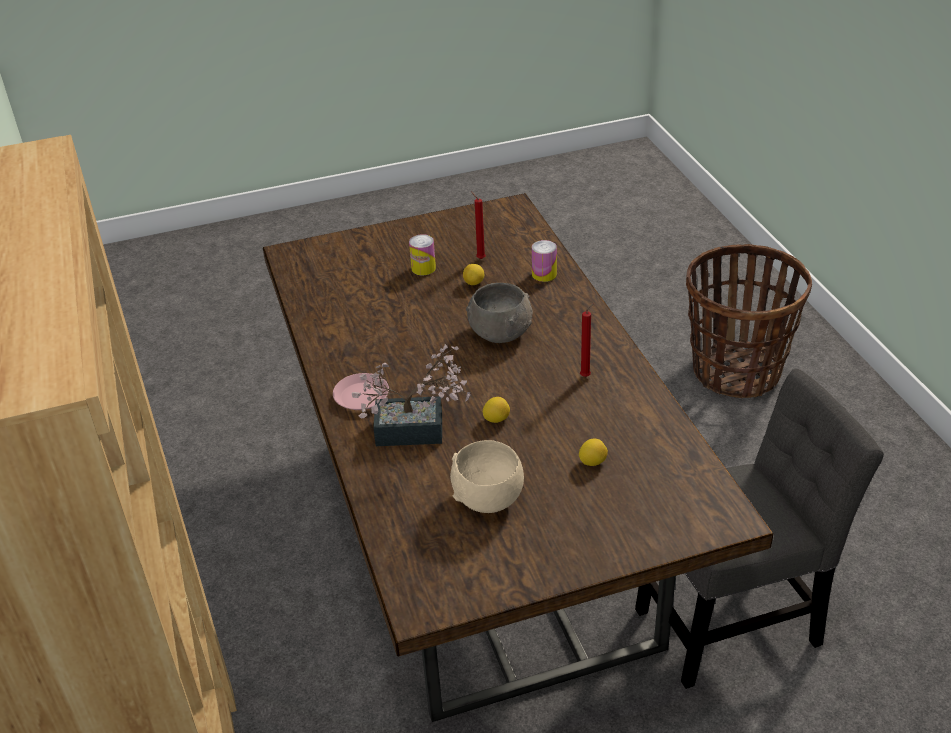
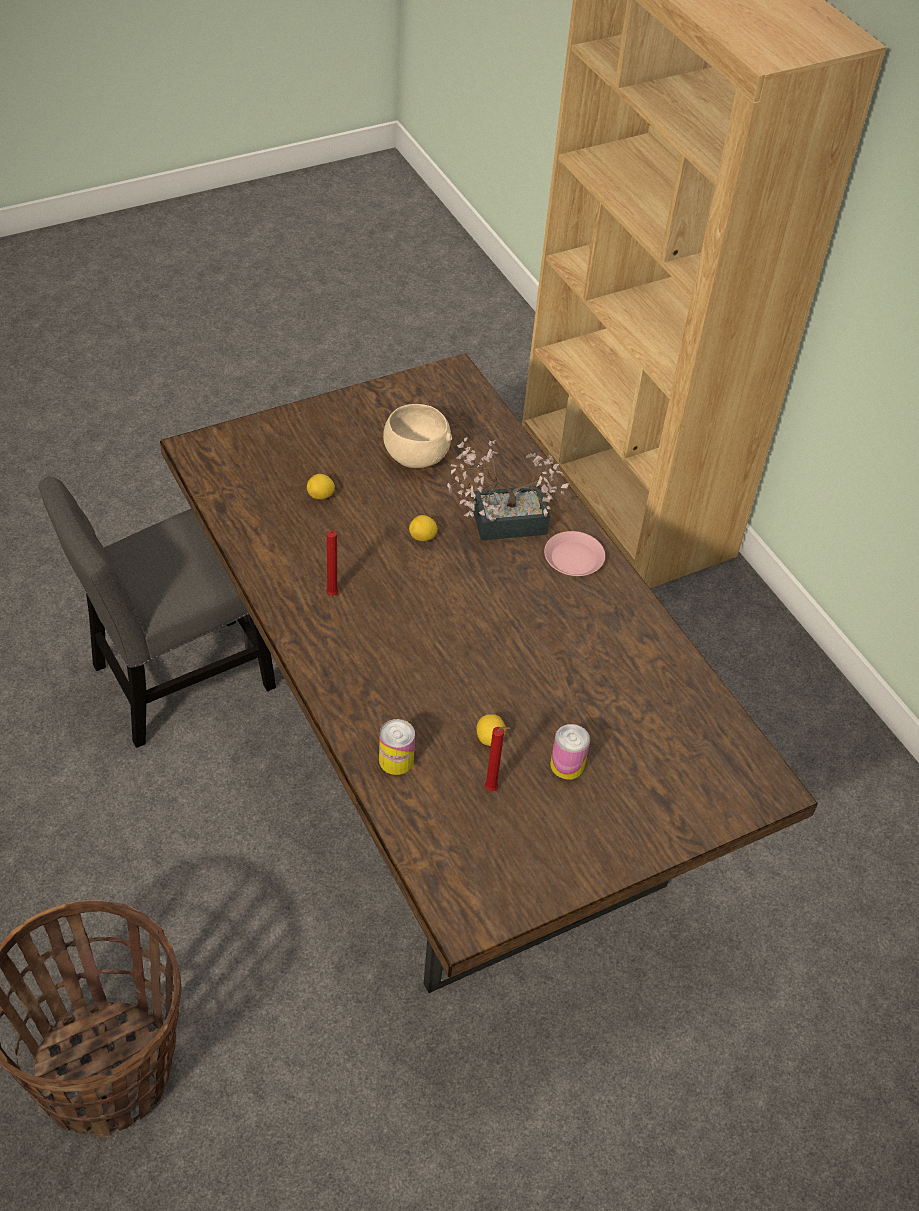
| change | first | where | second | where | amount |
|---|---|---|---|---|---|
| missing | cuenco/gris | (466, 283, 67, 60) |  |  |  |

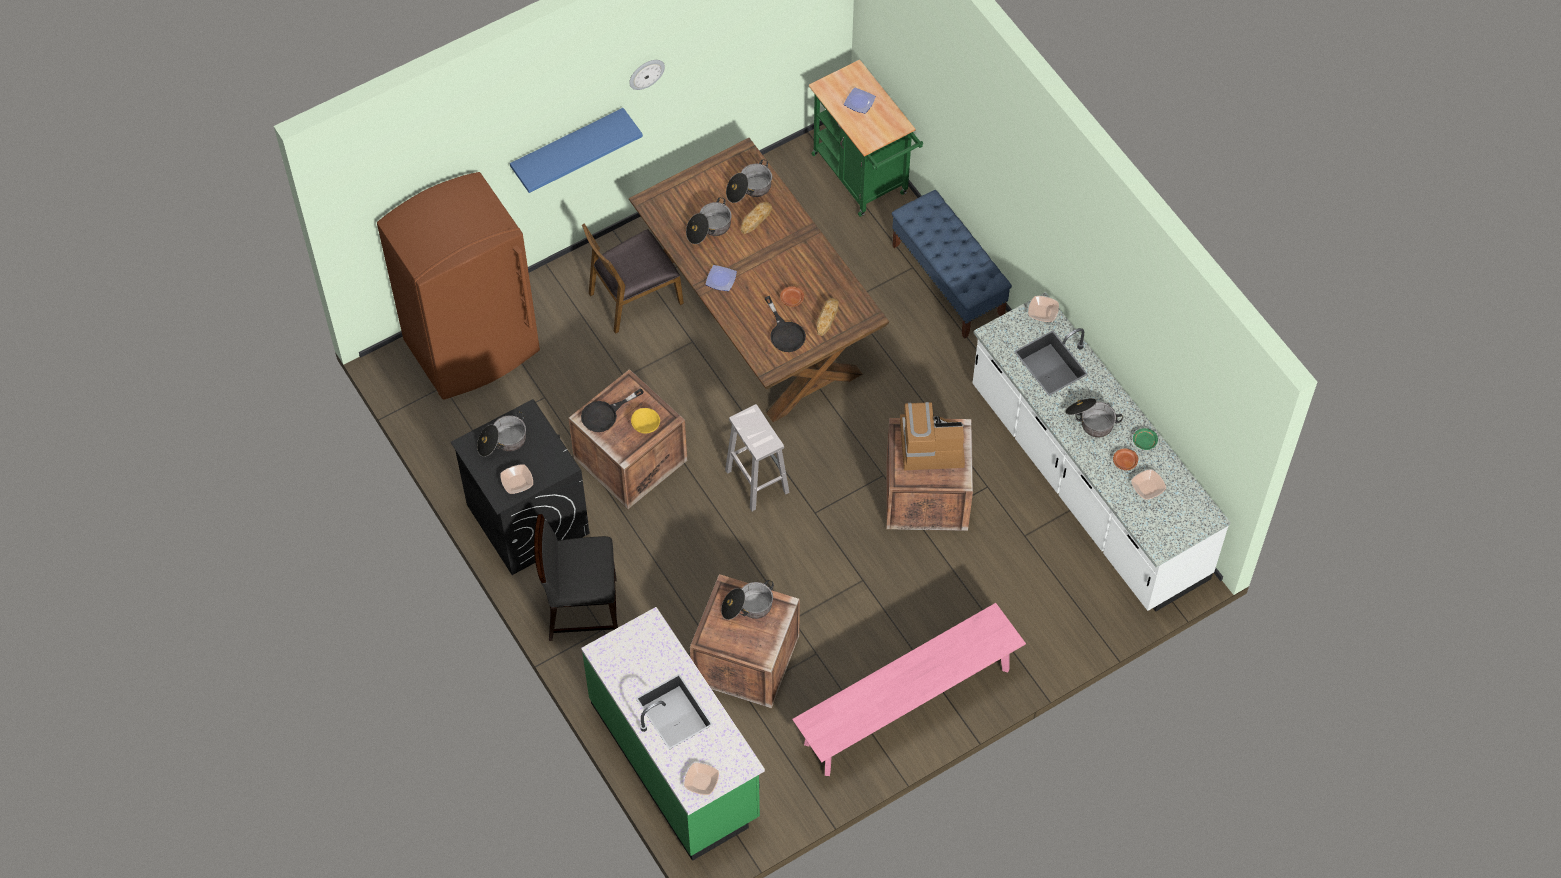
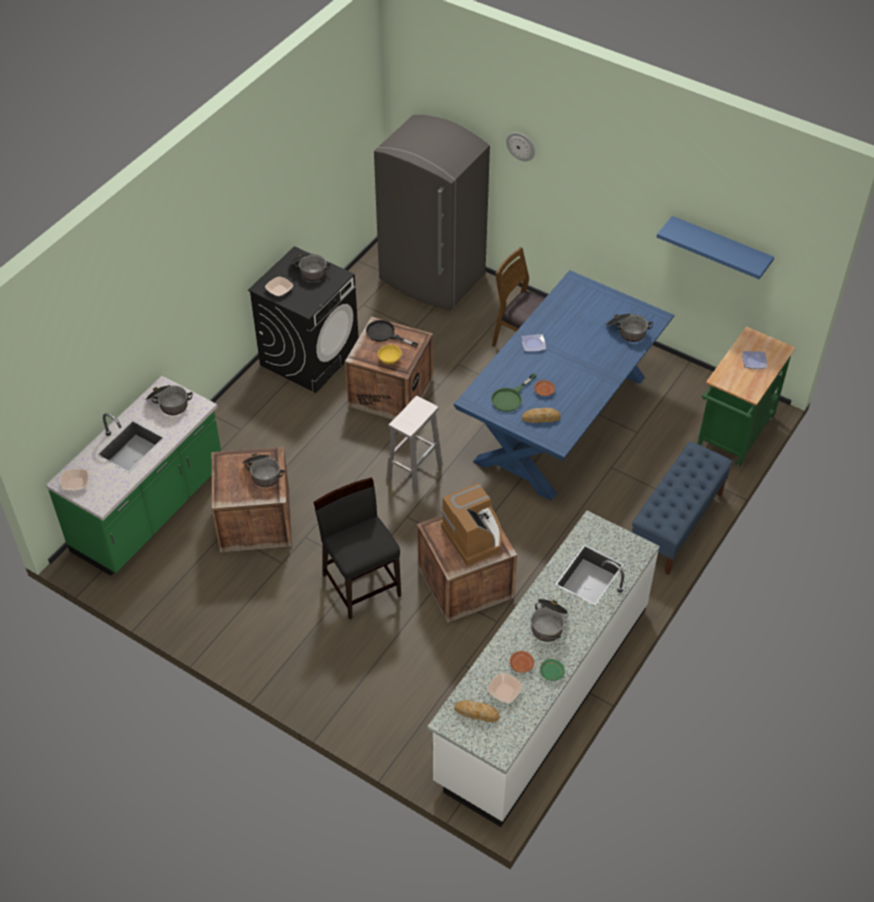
| change | first | where | second | where | amount |
|---|---|---|---|---|---|
| relocated | olla | (686, 197, 45, 47) |  | (145, 385, 48, 30) |  |
| relocated | silla/negro | (534, 514, 84, 127) |  | (314, 477, 87, 142) |  |
| colour | nevera/marrón | (377, 172, 163, 228) | nevera/gris | (374, 115, 116, 196) |  |
| colour | mesa de comedor/marrón | (629, 138, 260, 284) | mesa de comedor/azul | (454, 270, 220, 231) |  |
| relocated | pan | (741, 202, 31, 32) |  | (454, 700, 46, 22) |  |
| colour | sartén/negro | (765, 296, 41, 56) | sartén/verde | (491, 373, 46, 39) |  |
| relocated | reloj de pared | (629, 60, 36, 30) |  | (506, 132, 29, 29) |  |
| relocated | estante/azul | (510, 108, 133, 85) |  | (657, 216, 117, 63) |  |
| missing | banco/rosa | (792, 603, 234, 173) |  |  |  |
| missing | cuenco | (1028, 296, 31, 26) |  |  |  |

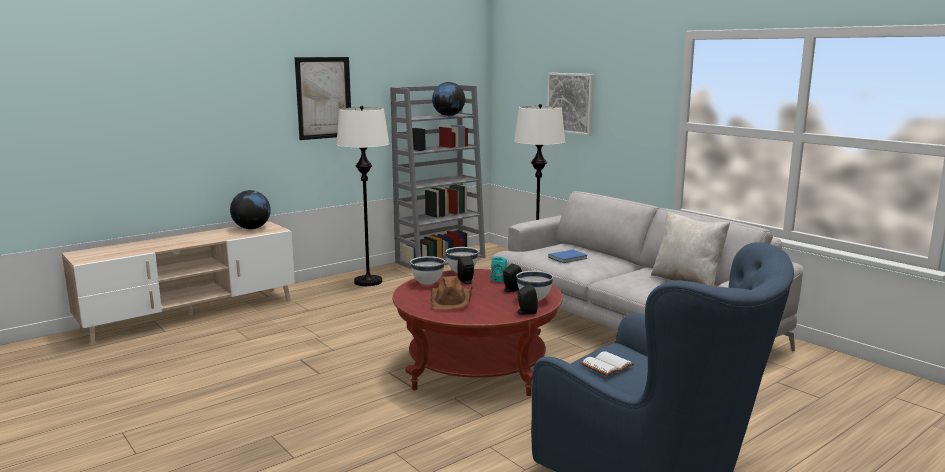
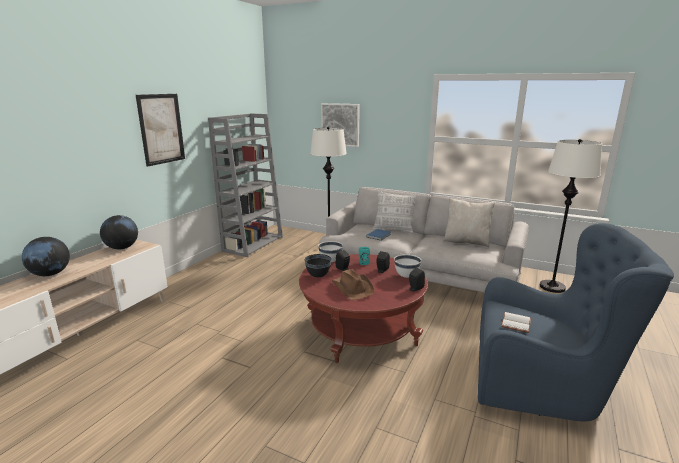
| change | first | where | second | where | amount |
|---|---|---|---|---|---|
| relocated | globo terráqueo | (432, 82, 33, 34) |  | (22, 237, 48, 39) |  |
| colour | cuenco/blanco | (410, 256, 35, 29) | cuenco/negro | (305, 254, 26, 23) |  |
| appeared |  |  | cojín | (373, 191, 44, 43) |  |
| relocated | lámpara de pie/blanco | (336, 106, 54, 180) |  | (540, 139, 62, 154) |  |

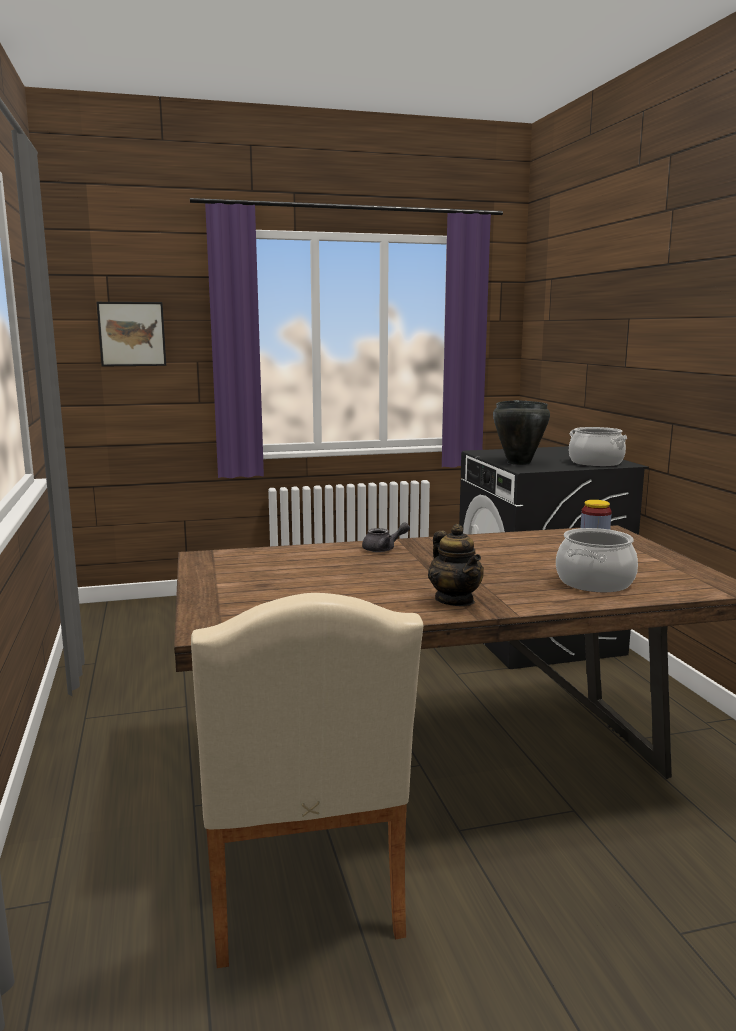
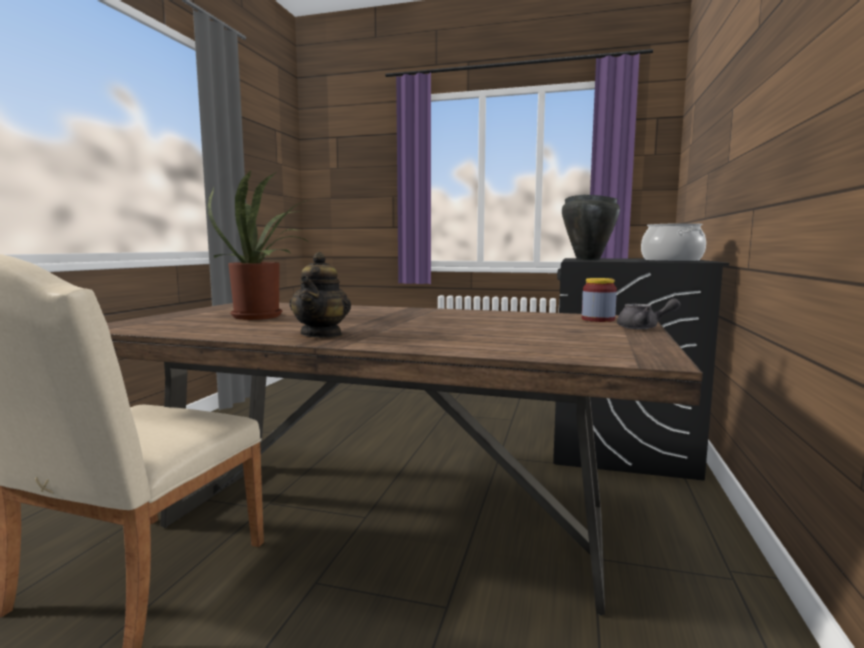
| change | first | where | second | where | amount |
|---|---|---|---|---|---|
| appeared |  |  | planta en maceta | (207, 170, 101, 150) |  |
| relocated | tetera/gris | (362, 522, 48, 30) |  | (617, 298, 64, 31) |  |
| missing | cuadro | (97, 302, 69, 65) |  |  |  |
| missing | olla | (556, 528, 82, 64) |  |  |  |

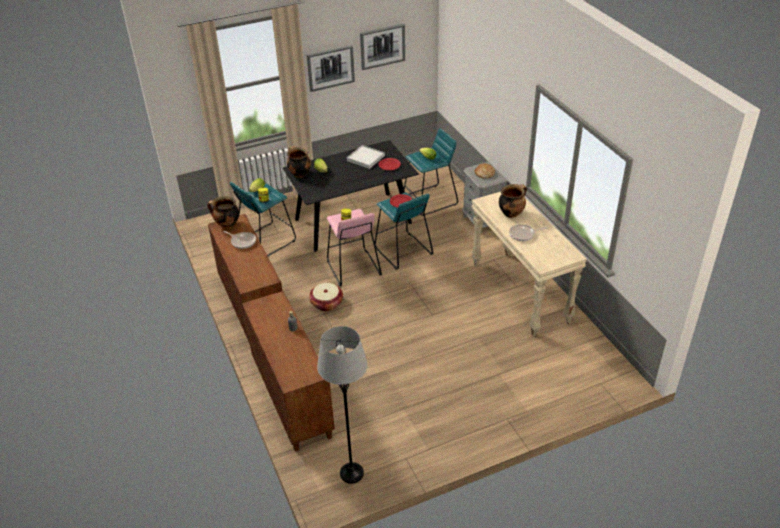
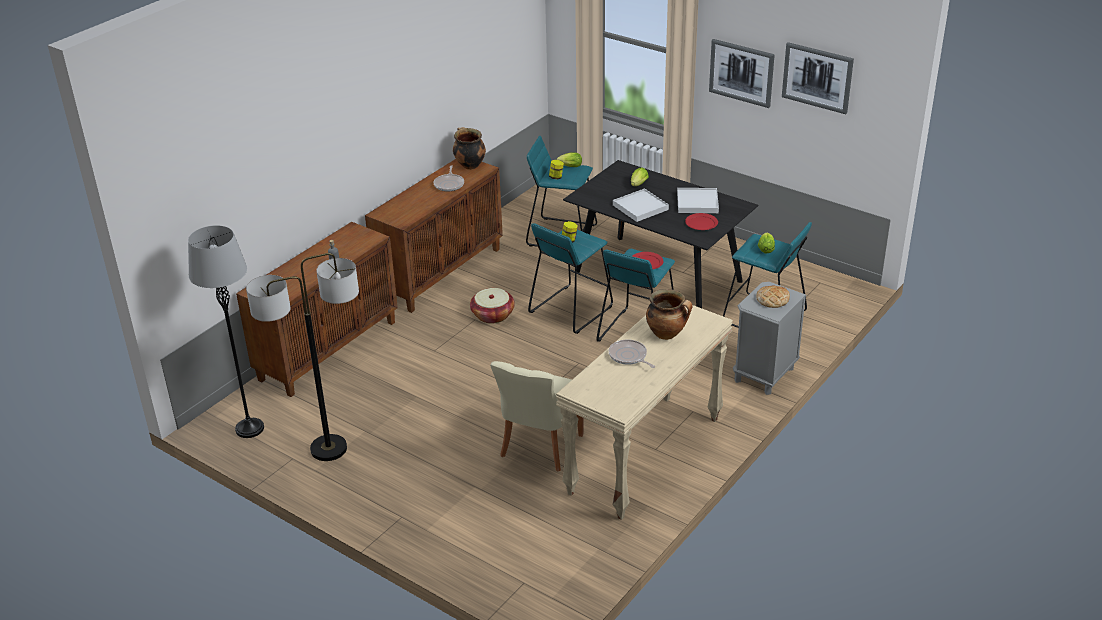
| change | first | where | second | where | amount |
|---|---|---|---|---|---|
| appeared |  |  | lámpara de pie | (246, 253, 113, 208) |  |
| appeared |  |  | silla/beis | (490, 361, 94, 111) |  |
| colour | taburete/rosa | (327, 209, 55, 77) | taburete/turquesa | (528, 223, 85, 111) |  |
| appeared |  |  | bandeja/blanco | (613, 188, 56, 34) |  |
| missing | olla | (287, 146, 24, 32) |  |  |  |

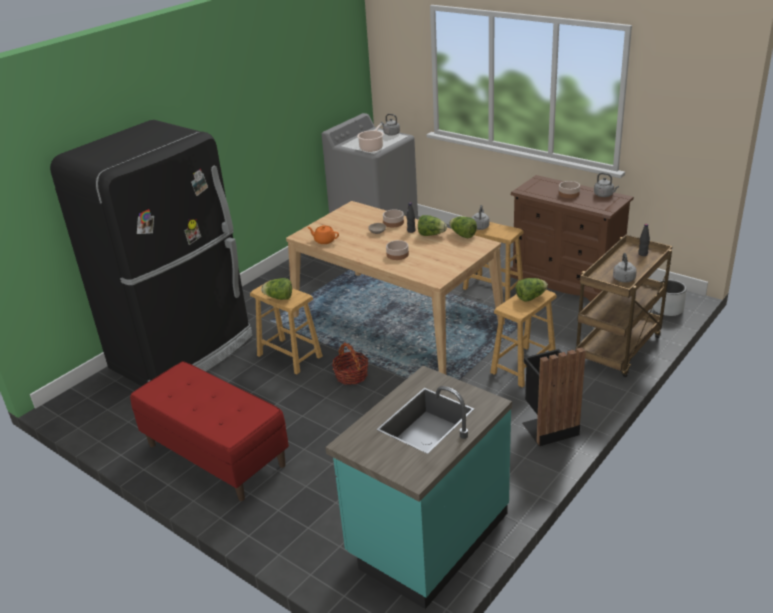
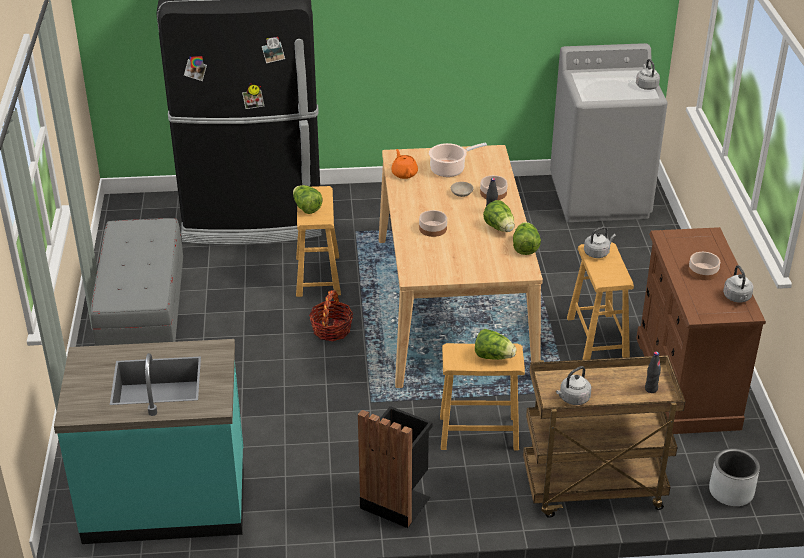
| change | first | where | second | where | amount |
|---|---|---|---|---|---|
| colour | banco/rojo | (130, 361, 159, 140) | banco/gris | (91, 218, 92, 128) |  |
| relocated | olla | (357, 124, 27, 28) |  | (429, 143, 58, 34) |  |

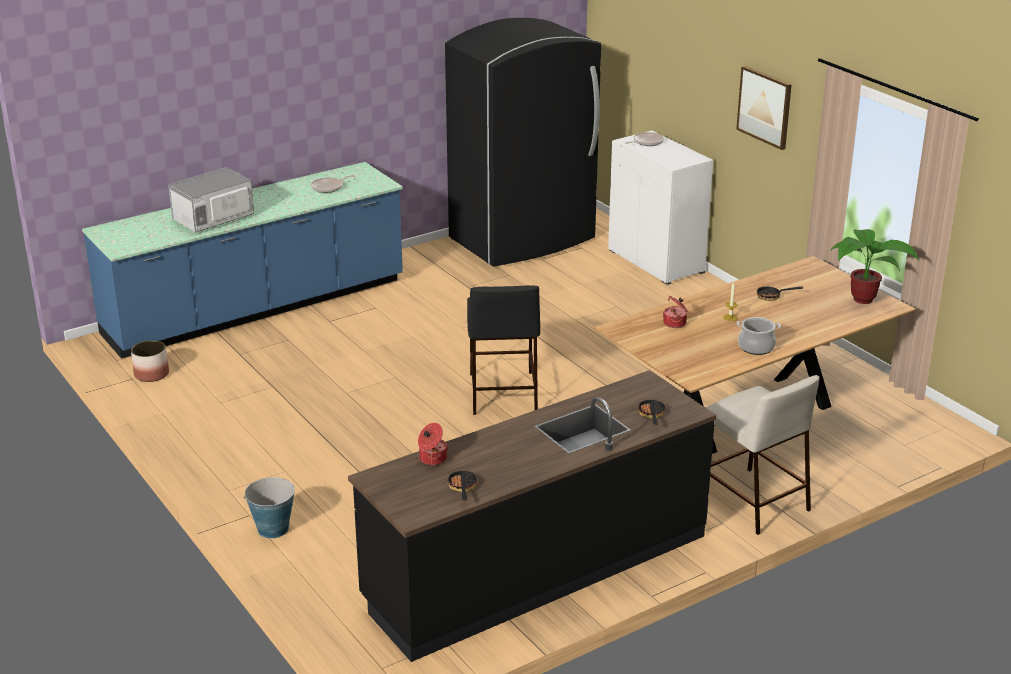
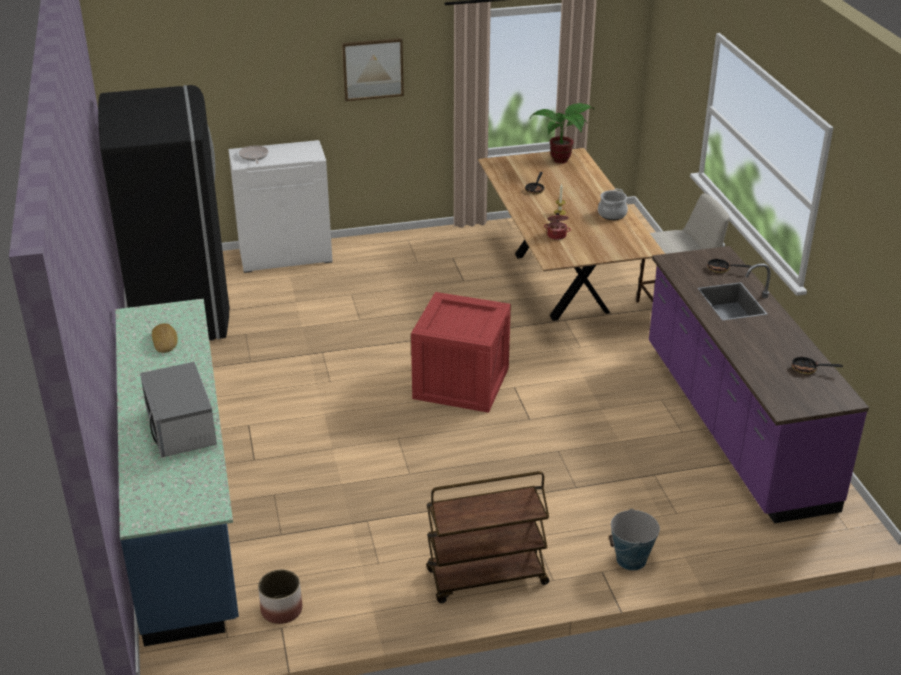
| change | first | where | second | where | amount |
|---|---|---|---|---|---|
| exchanged | sartén | (311, 175, 43, 18) | pan | (152, 323, 26, 30) |  |
| exchanged | taburete/negro | (467, 285, 73, 130) | caja de embalaje | (411, 292, 100, 121) |  |
| appeared |  |  | carrito/marrón | (426, 471, 123, 132) |  |
| colour | mueble bajo de cocina/negro | (348, 370, 368, 292) | mueble bajo de cocina/morado | (649, 246, 220, 278) |  |
| missing | olla | (418, 423, 30, 42) |  |  |  |

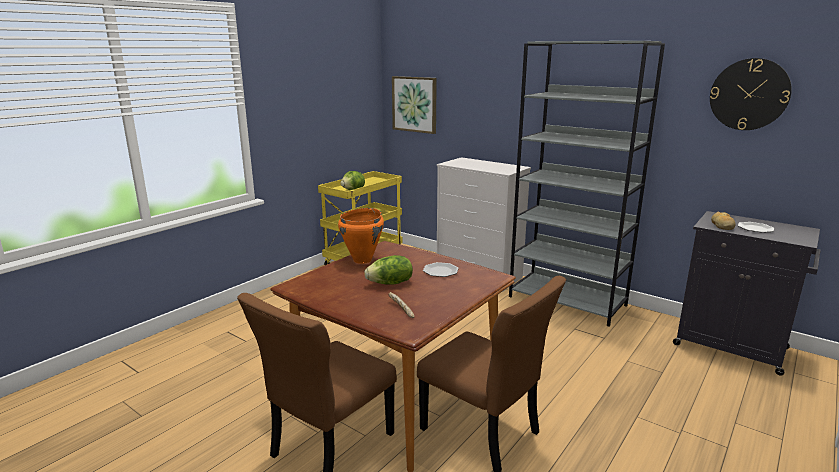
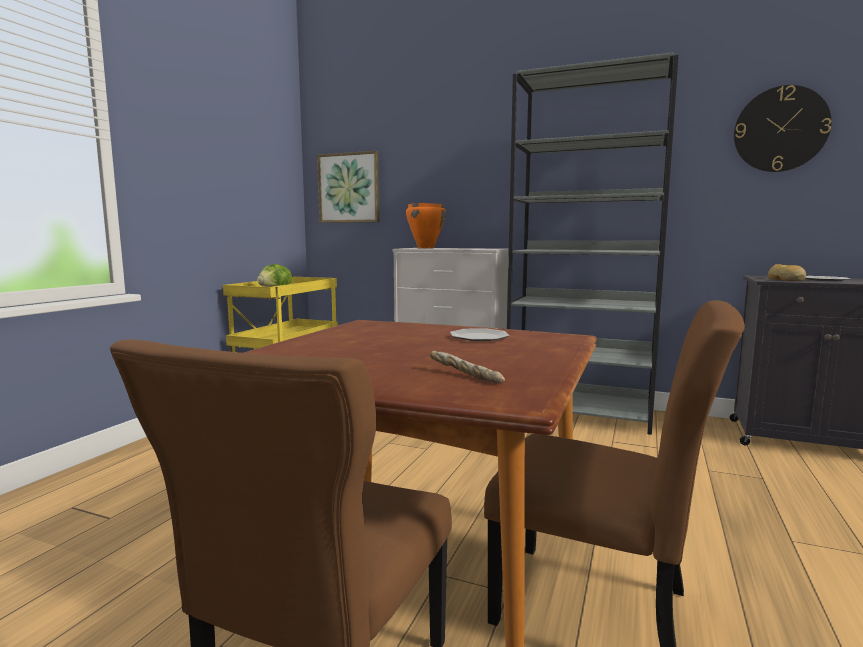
| change | first | where | second | where | amount |
|---|---|---|---|---|---|
| relocated | olla/naranja | (338, 208, 46, 56) |  | (406, 203, 40, 45) |  |
| missing | lechuga | (364, 255, 49, 30) |  |  |  |

